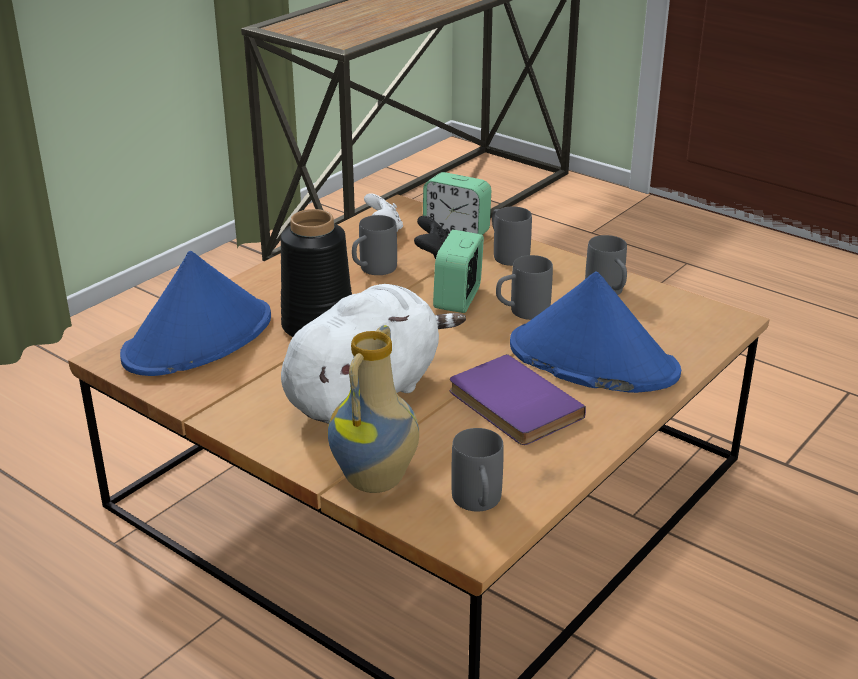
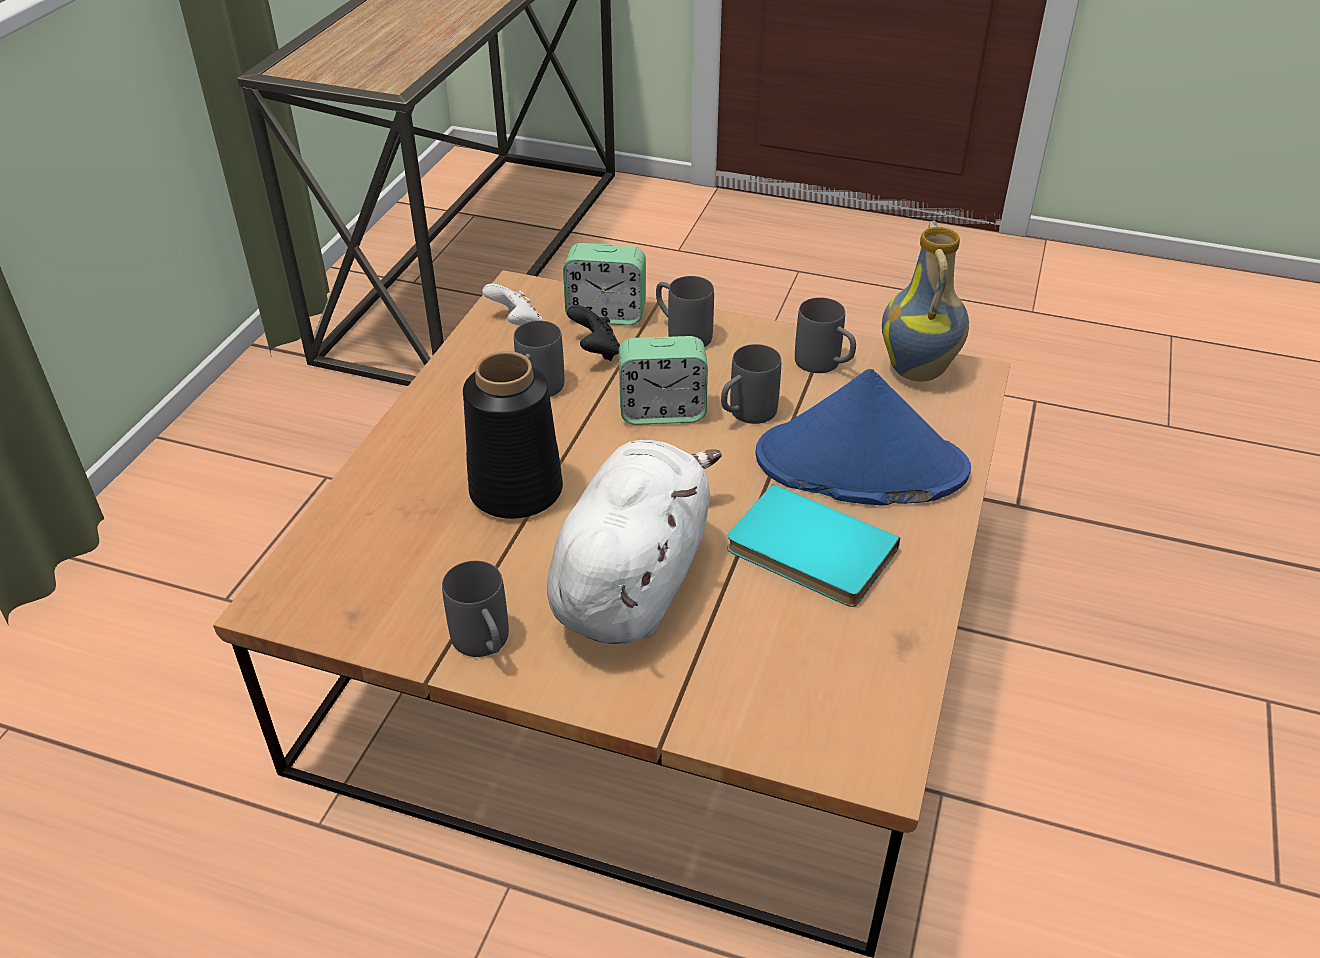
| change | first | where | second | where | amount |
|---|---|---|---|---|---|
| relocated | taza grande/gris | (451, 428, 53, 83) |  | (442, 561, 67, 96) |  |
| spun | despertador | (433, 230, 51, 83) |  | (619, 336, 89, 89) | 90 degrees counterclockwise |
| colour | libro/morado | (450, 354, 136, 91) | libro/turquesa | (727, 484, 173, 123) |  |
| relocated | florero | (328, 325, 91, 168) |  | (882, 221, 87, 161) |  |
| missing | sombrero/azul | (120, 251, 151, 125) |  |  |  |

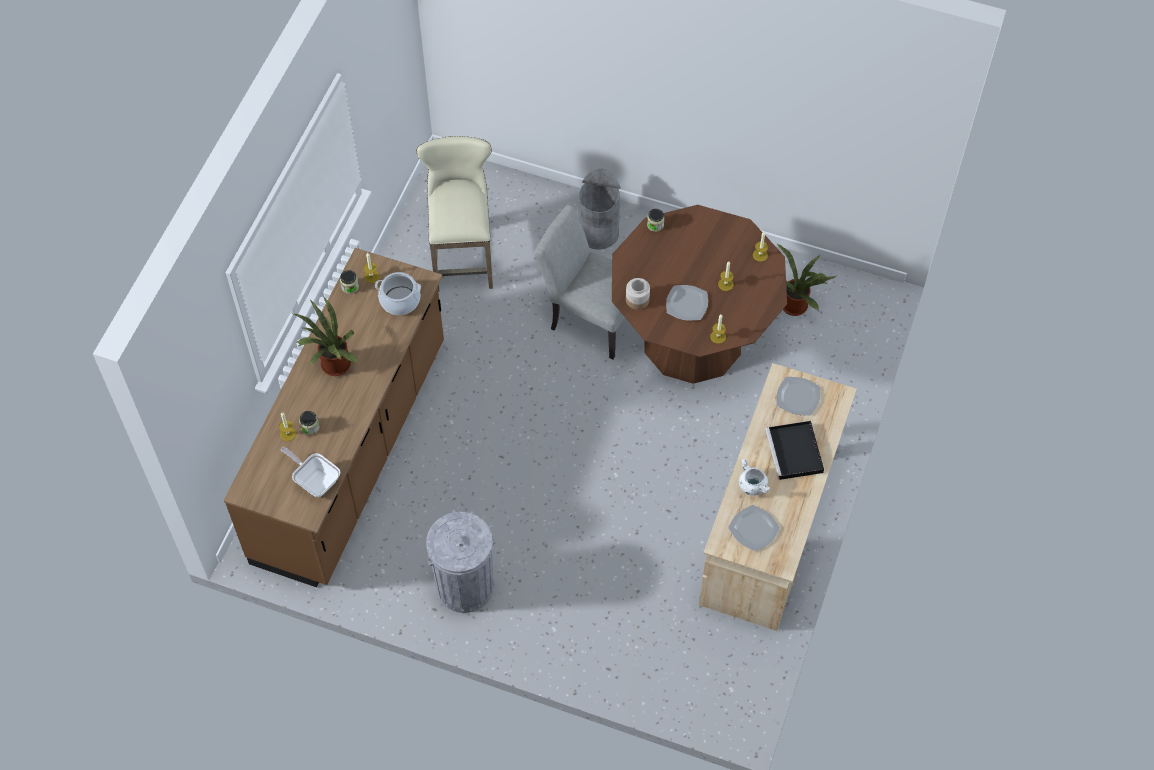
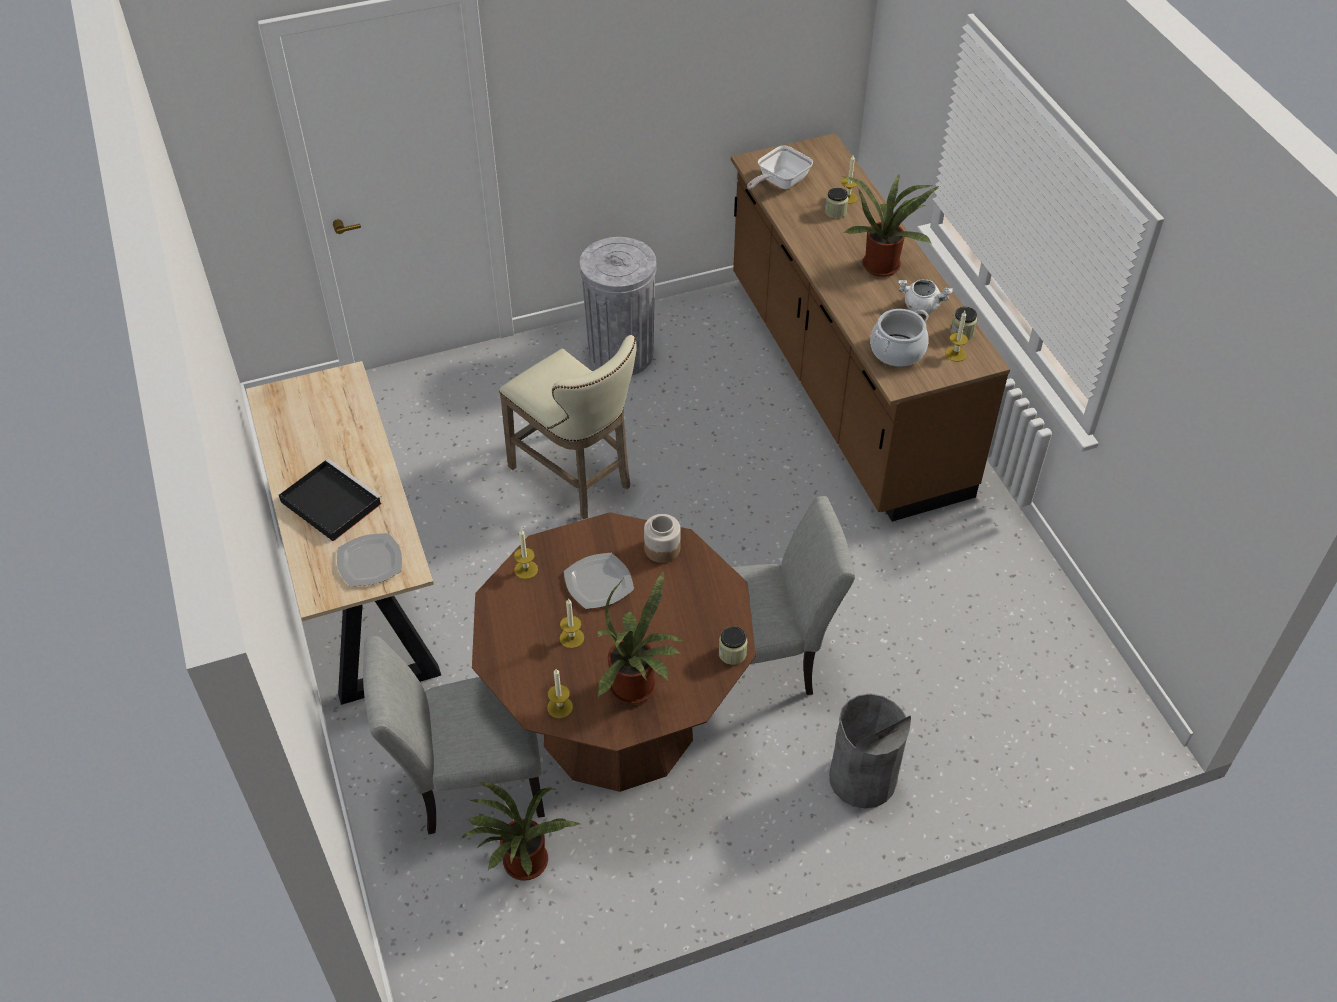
| change | first | where | second | where | amount |
|---|---|---|---|---|---|
| appeared |  |  | silla/gris | (363, 636, 182, 198) |  |
| relocated | taburete/beis | (417, 136, 76, 156) |  | (499, 335, 138, 184) |  |
| appeared |  |  | planta en maceta | (598, 571, 86, 133) |  |
| spun | sartén | (280, 447, 60, 50) |  | (747, 145, 66, 45) | 135 degrees clockwise |
| relocated | olla/blanco | (739, 458, 31, 38) |  | (898, 279, 55, 35) |  |
| missing | plato | (728, 505, 52, 46) |  |  |  |

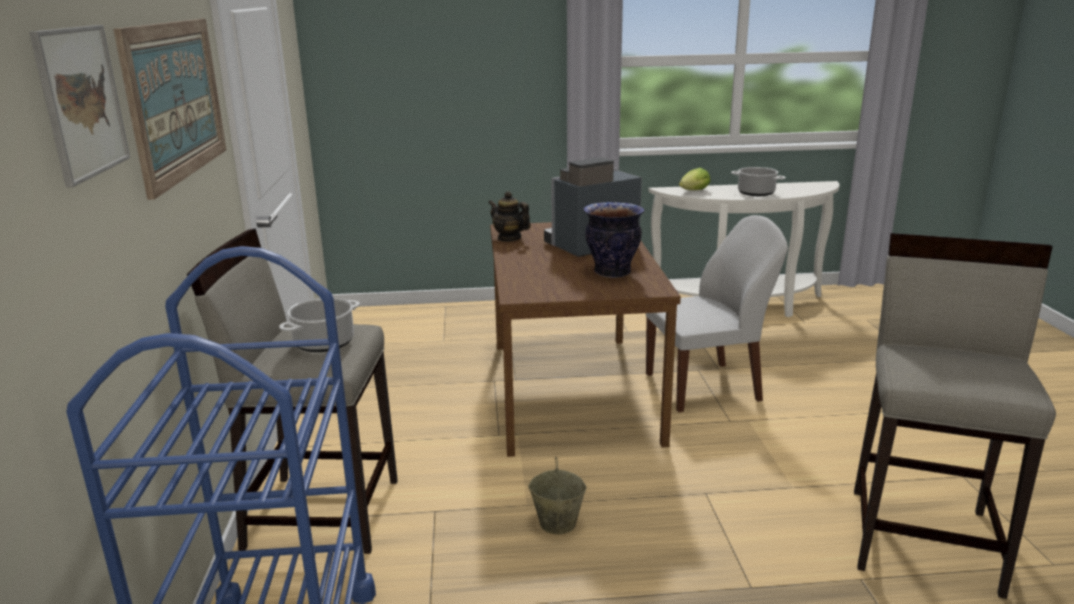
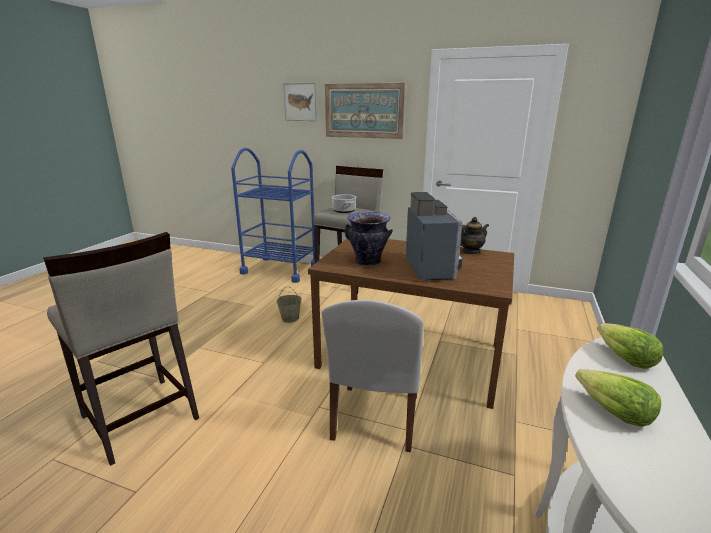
| change | first | where | second | where | amount |
|---|---|---|---|---|---|
| exchanged | olla | (731, 167, 55, 29) | lechuga | (575, 369, 86, 58) |  |

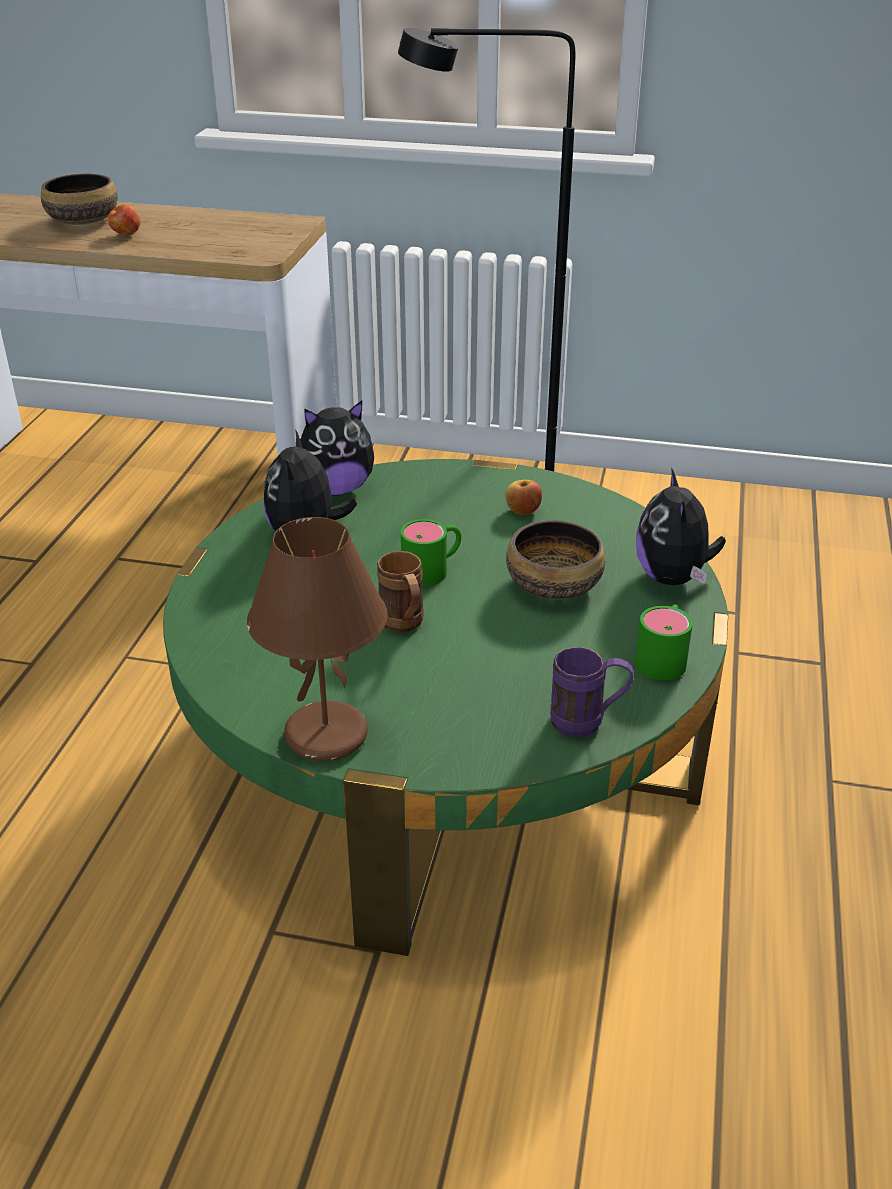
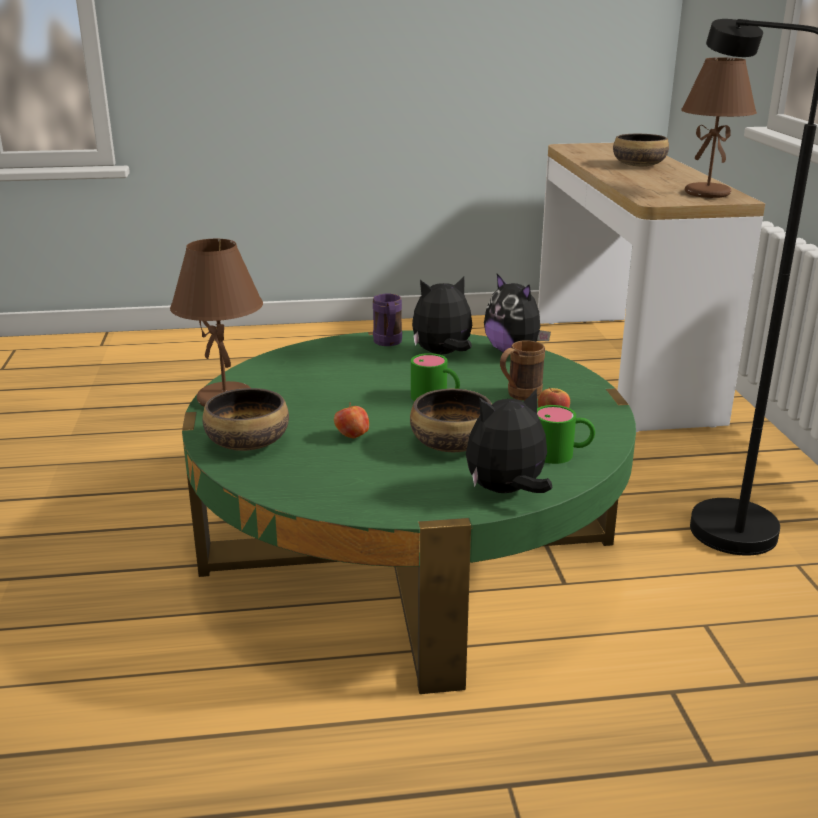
| change | first | where | second | where | amount |
|---|---|---|---|---|---|
| appeared |  |  | cuenco | (203, 388, 86, 63) |  |
| relocated | manzana | (108, 204, 33, 31) |  | (334, 402, 35, 36) |  |
| relocated | taza grande/morado | (550, 647, 84, 90) |  | (373, 294, 29, 52) |  |
| relocated | taza grande/marrón | (377, 551, 47, 82) |  | (500, 340, 45, 61) |  |
| relocated | taza grande/verde | (635, 604, 58, 77) |  | (537, 405, 58, 59) |  |
| appeared |  |  | lámpara de mesa/marrón | (681, 58, 76, 140) |  |

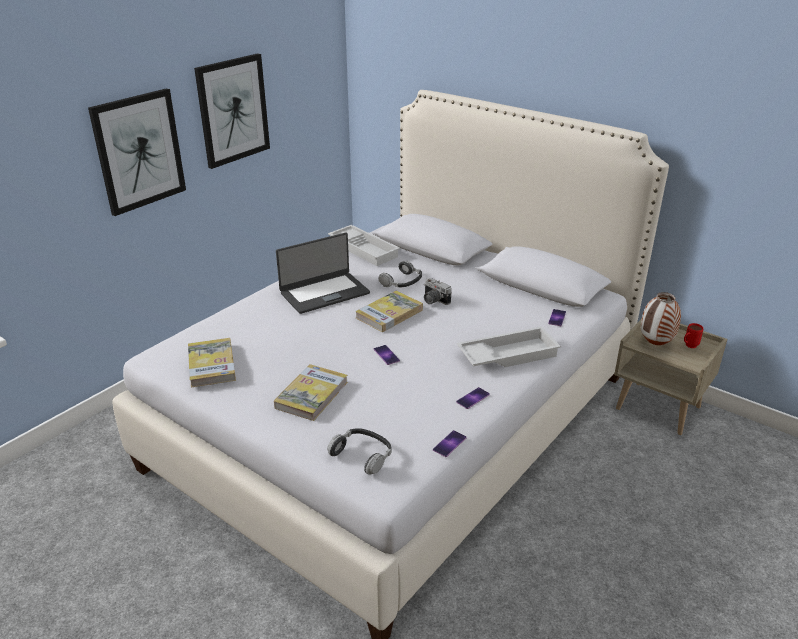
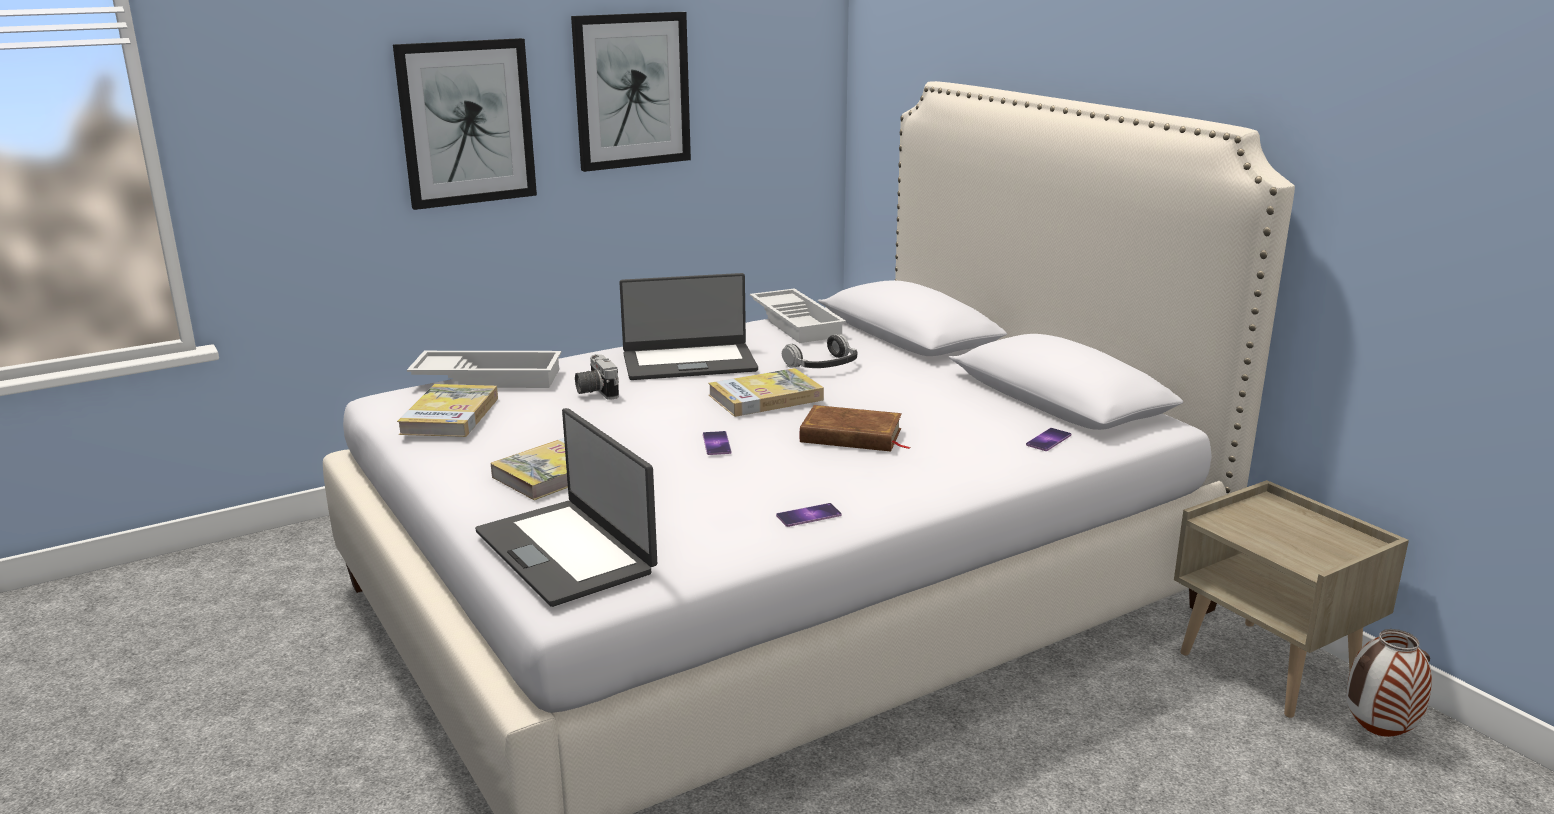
| change | first | where | second | where | amount |
|---|---|---|---|---|---|
| relocated | bandeja/blanco | (457, 326, 104, 41) |  | (407, 351, 155, 37) |  |
| exchanged | auriculares | (327, 428, 65, 47) | portátil | (475, 408, 182, 199) |  |
| relocated | cámara | (424, 278, 28, 27) |  | (575, 354, 44, 46) |  |
| appeared |  |  | libro/marrón | (800, 405, 110, 46) |  |
| relocated | florero | (641, 292, 40, 53) |  | (1346, 629, 86, 108) |  |
| missing | móvil | (433, 430, 34, 27) |  |  |  |
| missing | taza grande/rojo | (684, 323, 19, 25) |  |  |  |

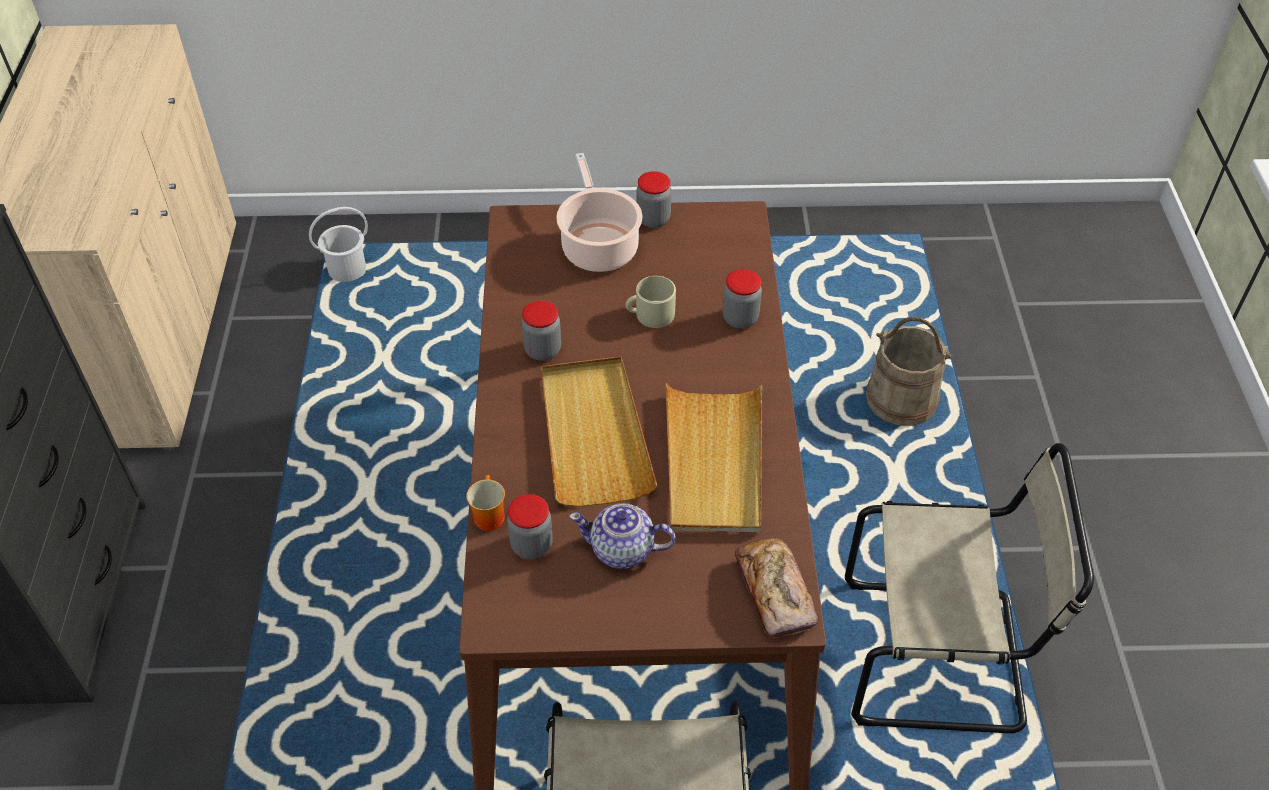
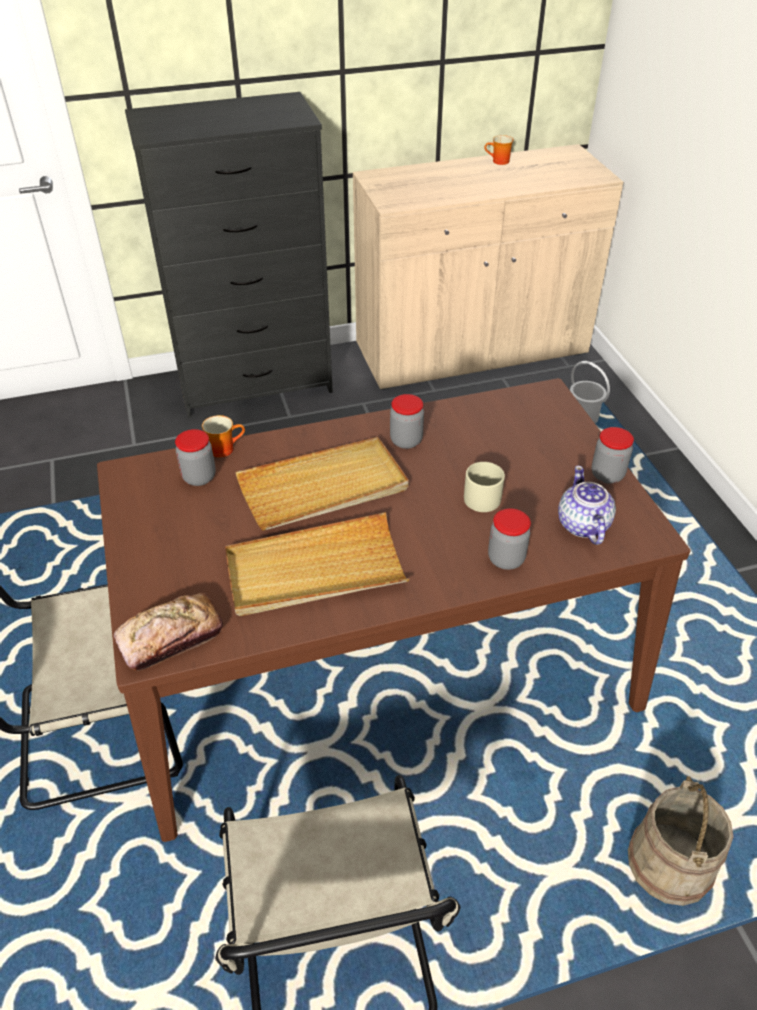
| change | first | where | second | where | amount |
|---|---|---|---|---|---|
| appeared |  |  | taza grande | (484, 135, 30, 30) |  |
| relocated | tetera | (569, 503, 107, 66) |  | (558, 466, 58, 79) |  |
| missing | olla | (556, 153, 87, 119) |  |  |  |

